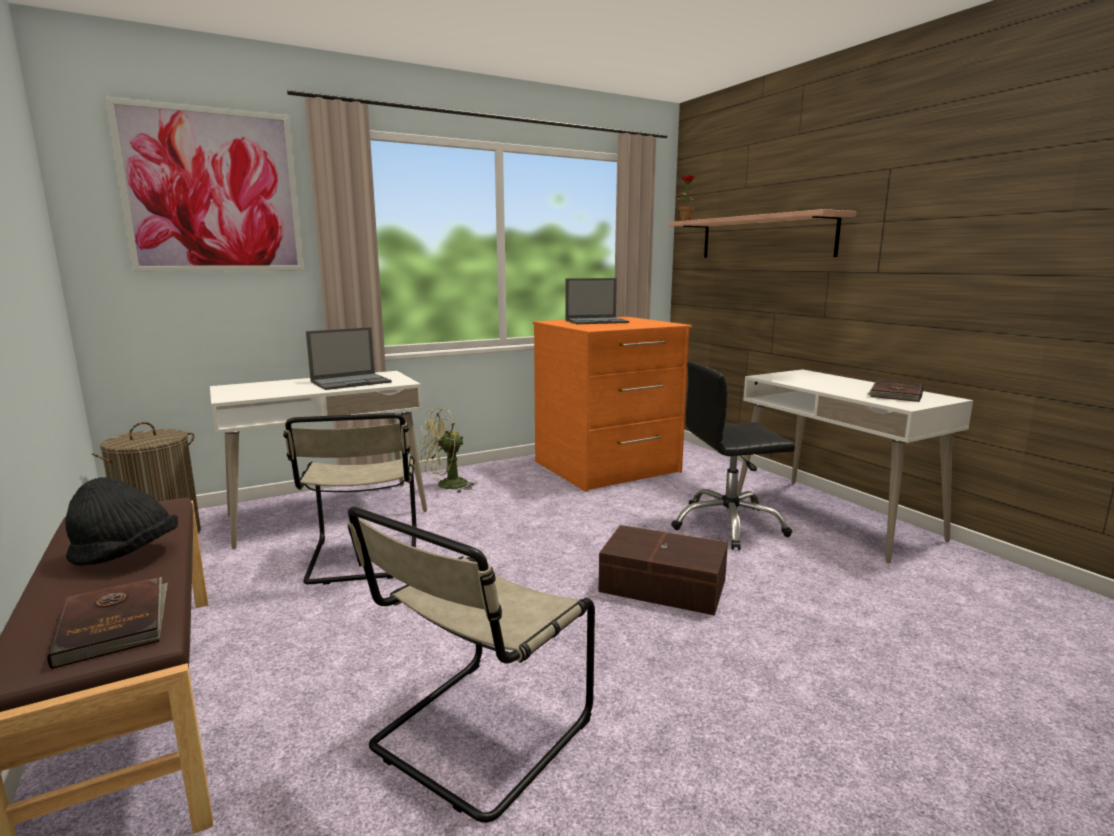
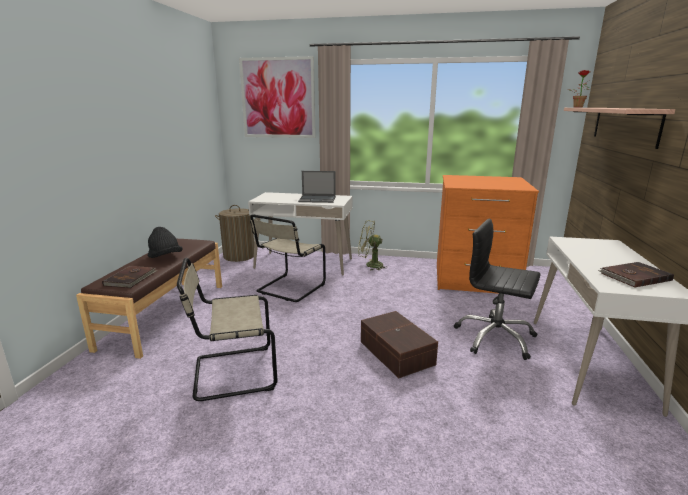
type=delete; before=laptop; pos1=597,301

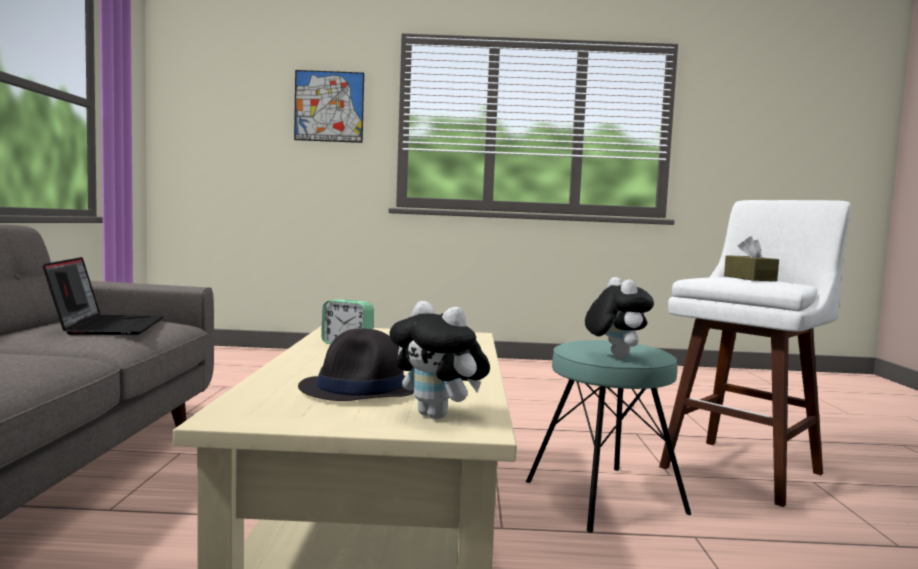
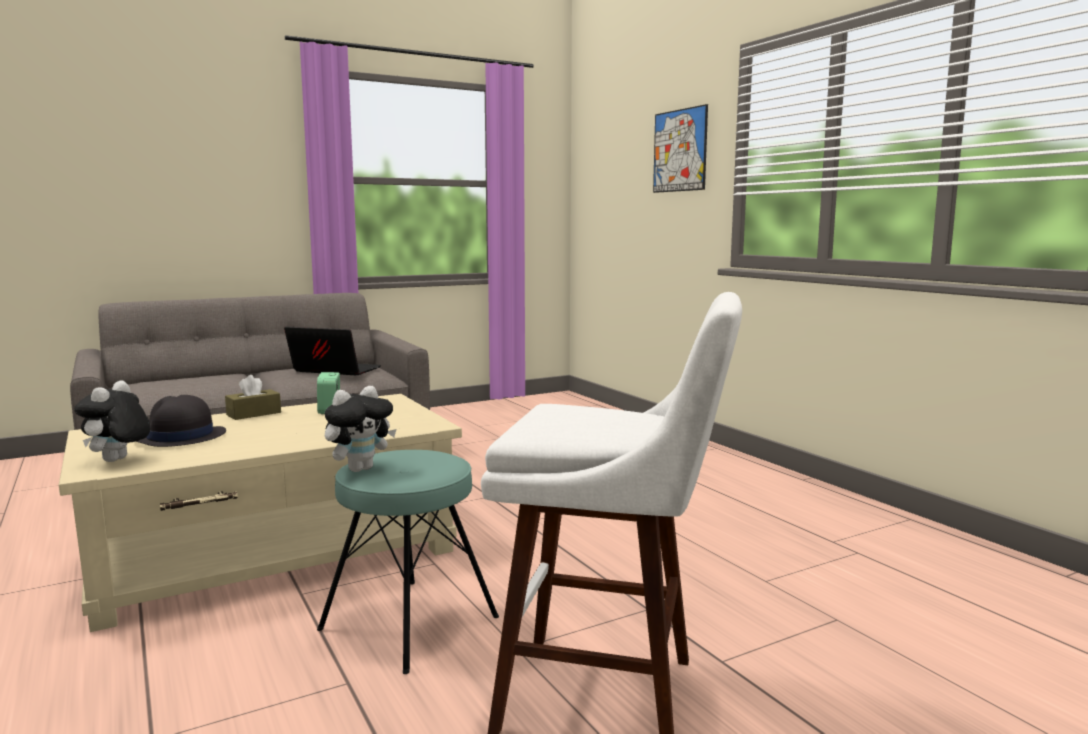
type=move; before=pudełko chusteczek [brązowy]; pos1=751,258; pos2=253,397
type=rotate; before=laptop; pos1=103,296; pos2=332,351; turn=-120

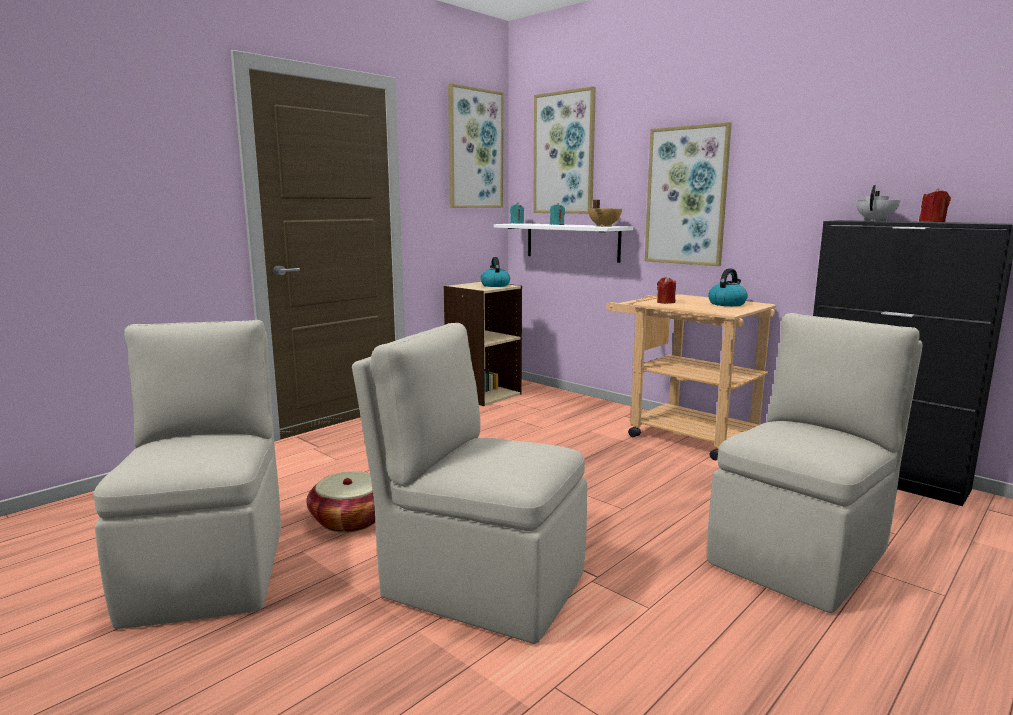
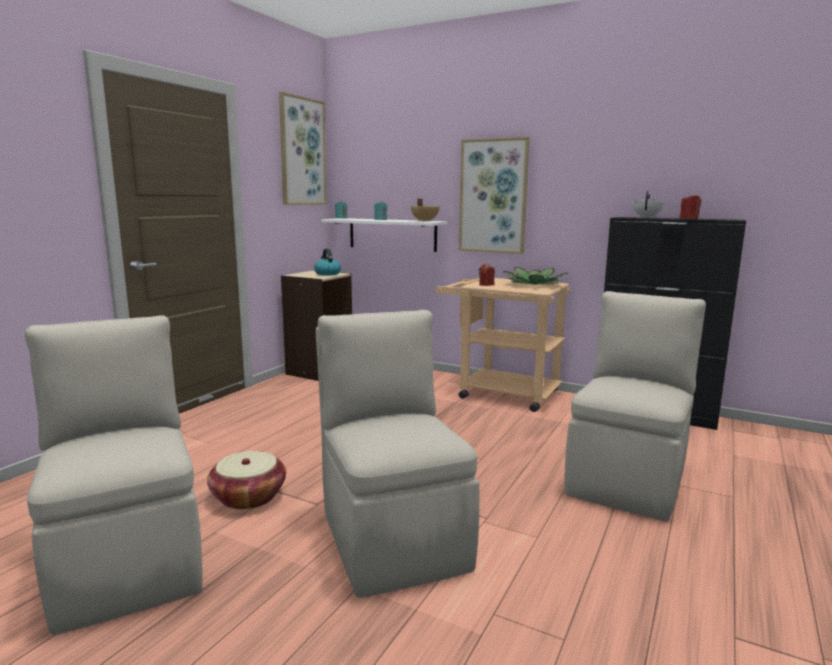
type=delete; before=obraz; pos1=564,150
type=replace; before=czajnik; after=roślina doniczkowa; pos1=728,287; pos2=536,276
type=rotate; before=krzesło [beżowy]; pos1=469,483; pos2=398,454; turn=60

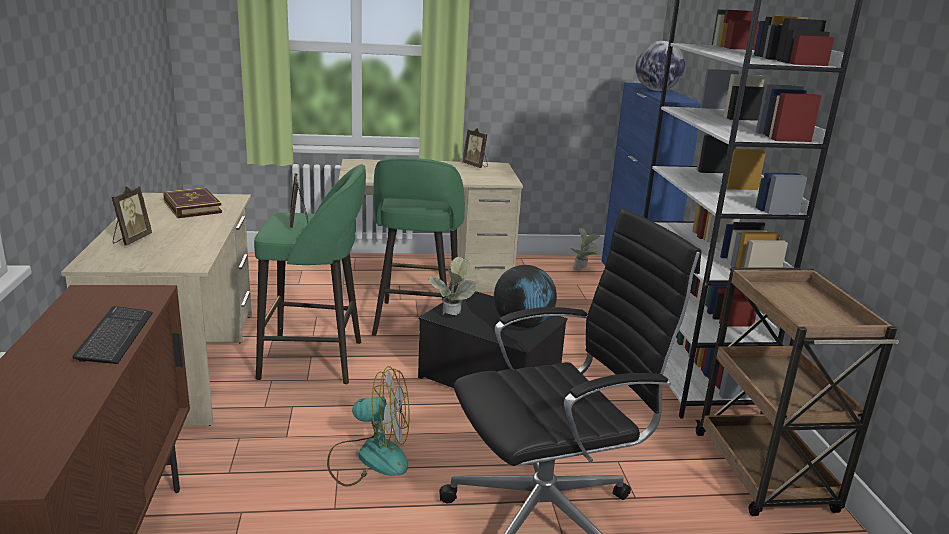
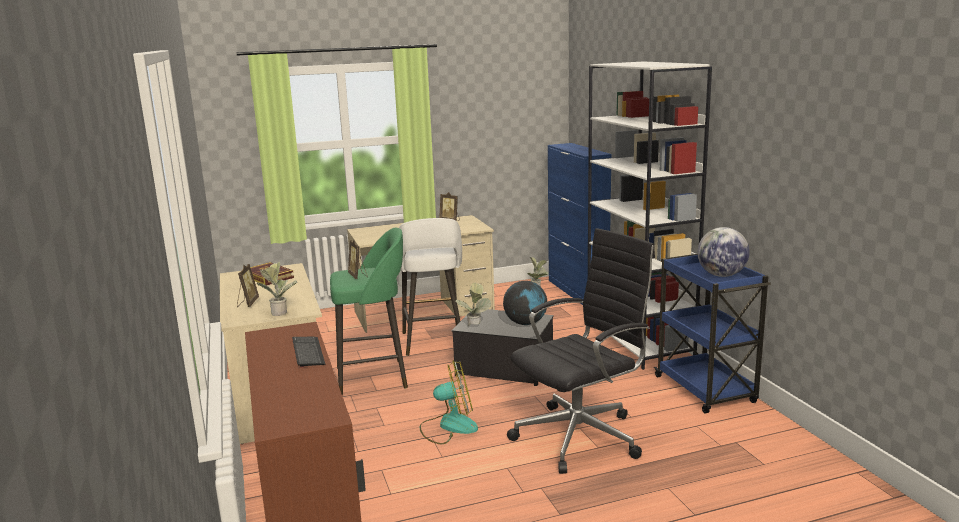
type=insert; after=roślina doniczkowa; pos2=277,289
type=move; before=globus; pos1=660,66; pos2=723,252
type=recolor; before=stołek [zielony]; after=stołek [biały]; pos1=418,247; pos2=430,287
type=recolor; before=wózek [brązowy]; after=wózek [niebieski]; pos1=797,391; pos2=712,333

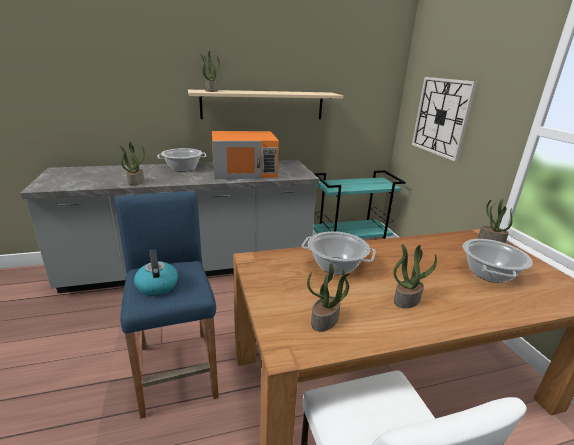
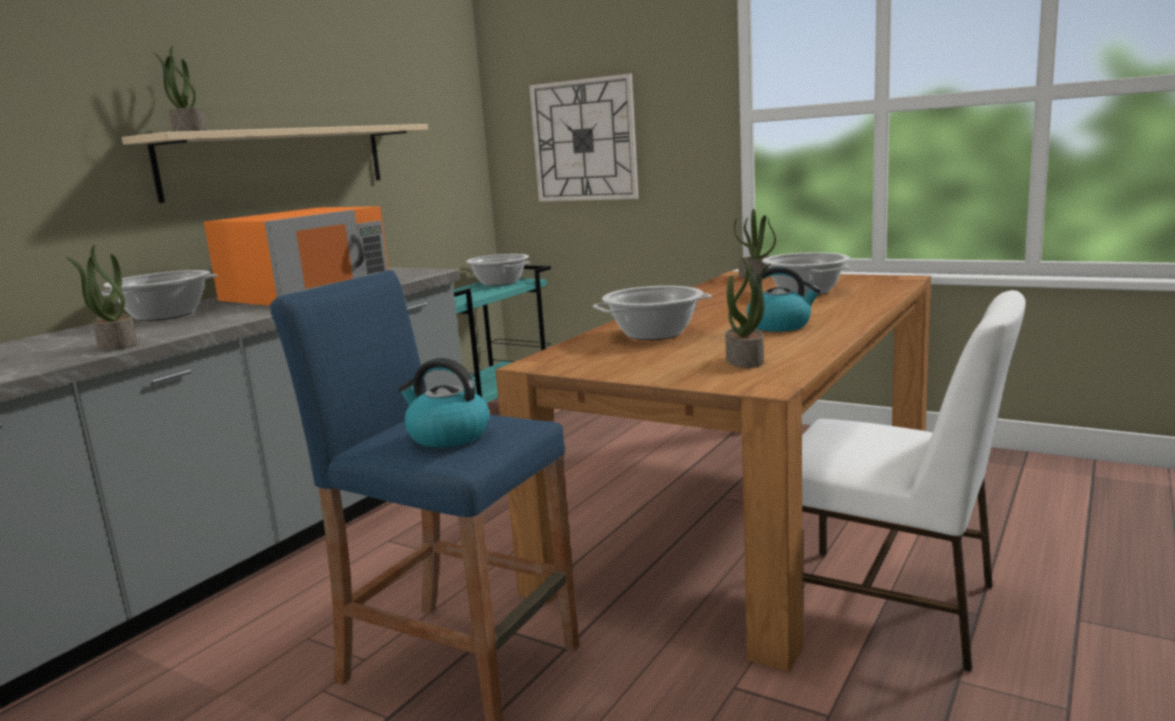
type=insert; after=garnek; pos2=498,270
type=replace; before=roślina doniczkowa; after=czajnik; pos1=415,276; pos2=783,299

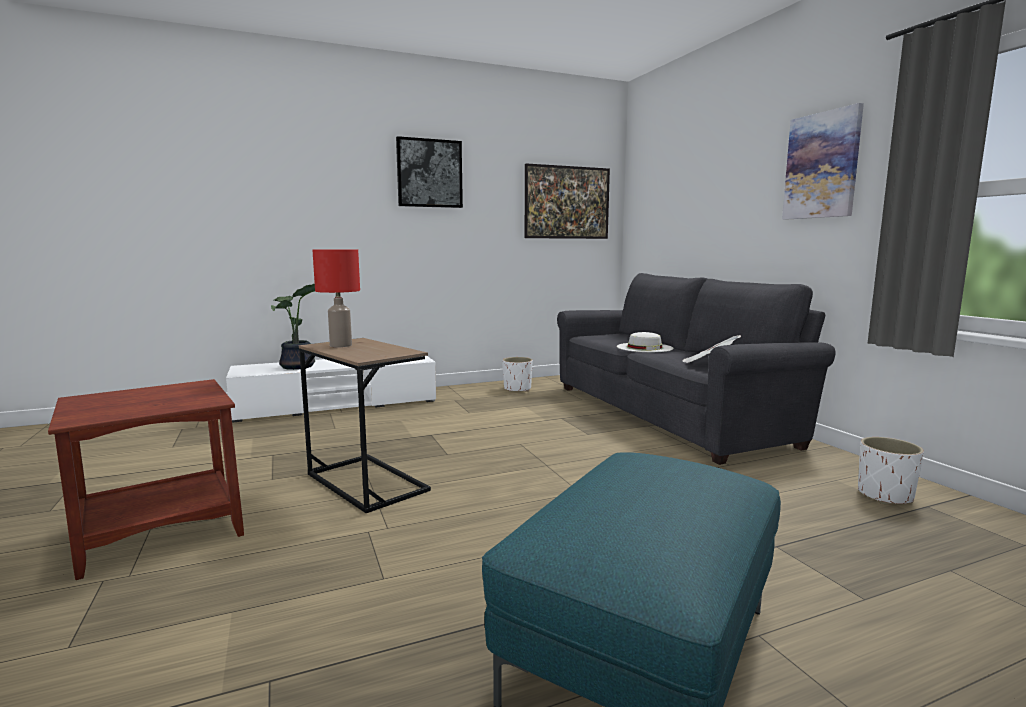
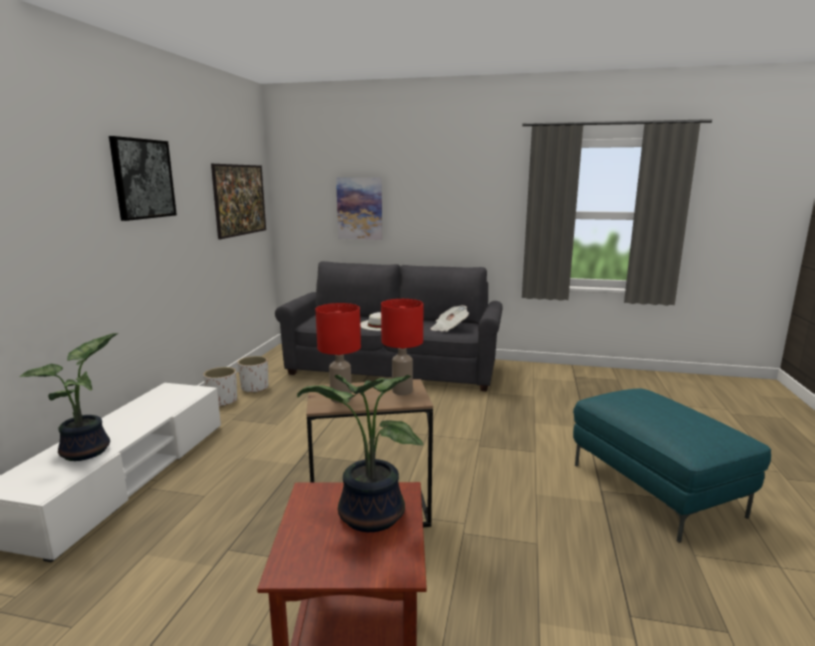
type=insert; after=roślina doniczkowa; pos2=360,453
type=insert; after=lampa stołowa [czerwony]; pos2=402,347
type=move; before=obraz; pos1=823,161; pos2=359,208
type=move; before=donica [biały]; pos1=891,470; pos2=220,387

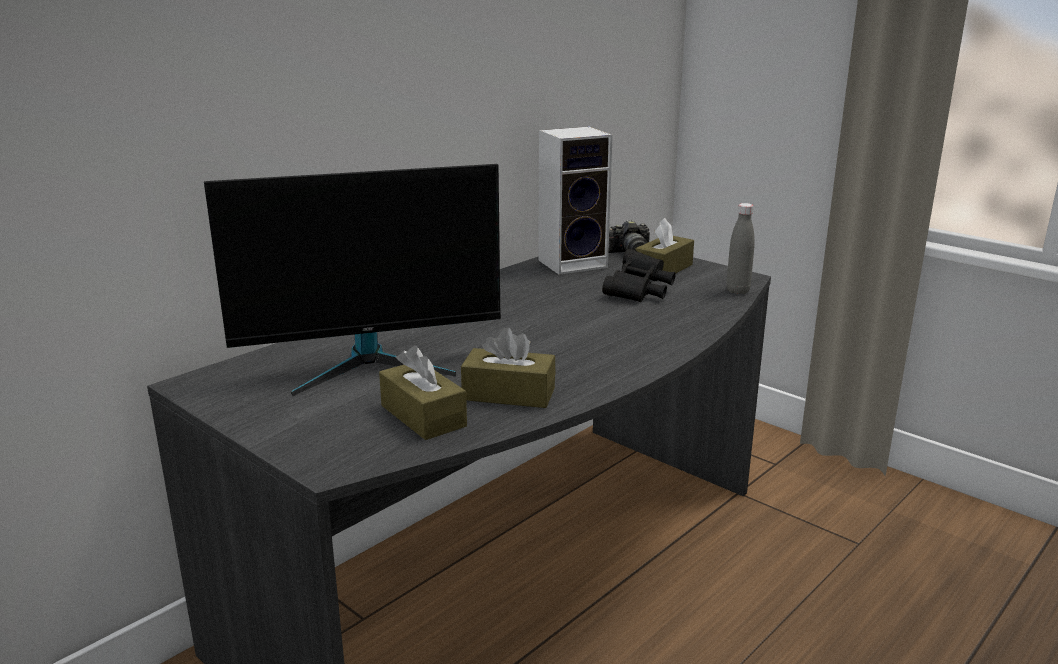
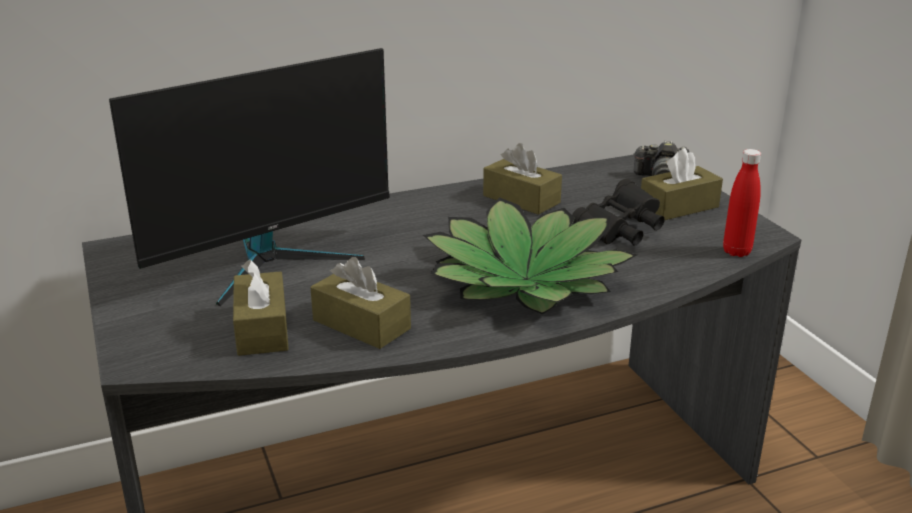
type=delete; before=głośnik; pos1=575,201
type=insert; after=roślina doniczkowa; pos2=530,255
type=insert; after=pudełko chusteczek [brązowy]; pos2=522,179
type=recolor; before=butelka [szary]; after=butelka [czerwony]; pos1=740,248; pos2=742,203
type=rotate; before=monitor; pos1=352,280; pos2=249,177; turn=-45

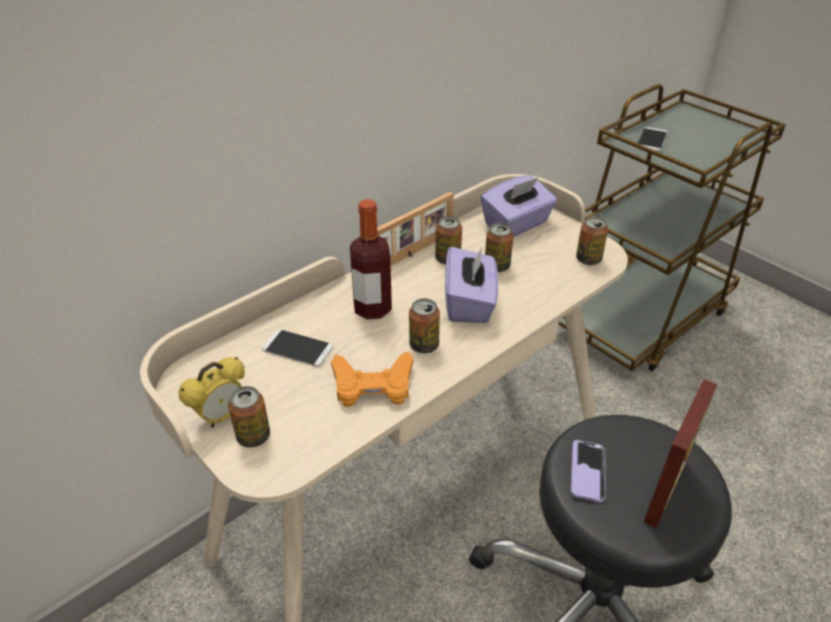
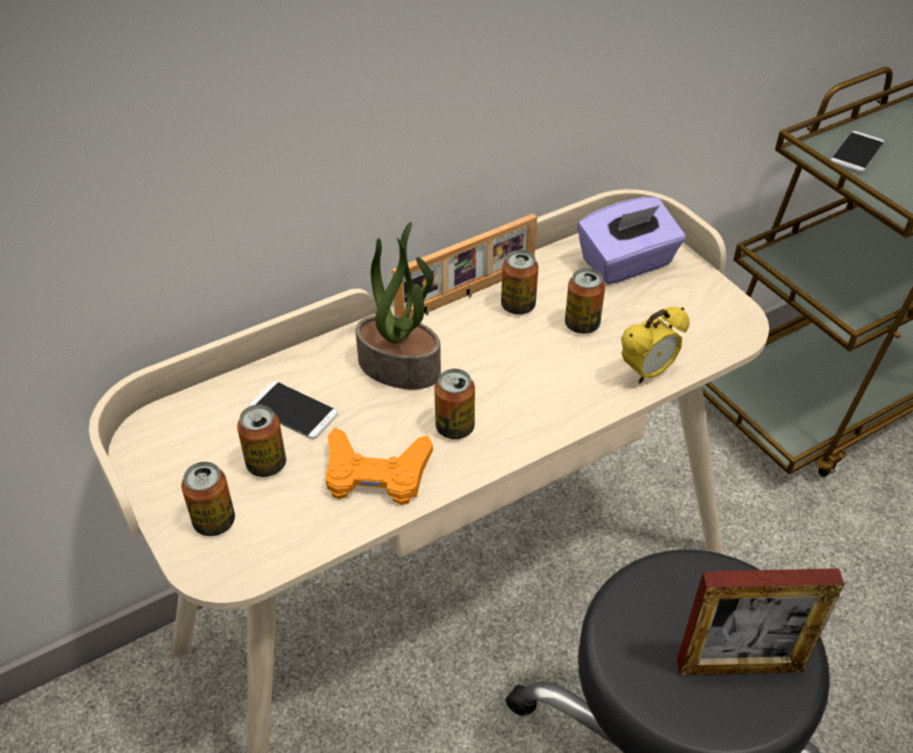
type=delete; before=pudełko chusteczek [fioletowy]; pos1=471,284
type=delete; before=telefon; pos1=588,471
type=move; before=budzik; pos1=211,392; pos2=655,345
type=move; before=puszka; pos1=592,240; pos2=261,441
type=replace; before=butelka; after=roślina doniczkowa; pos1=371,259; pos2=398,305
type=rotate; before=ramka na zdjęcie; pos1=680,453; pos2=760,621; turn=45

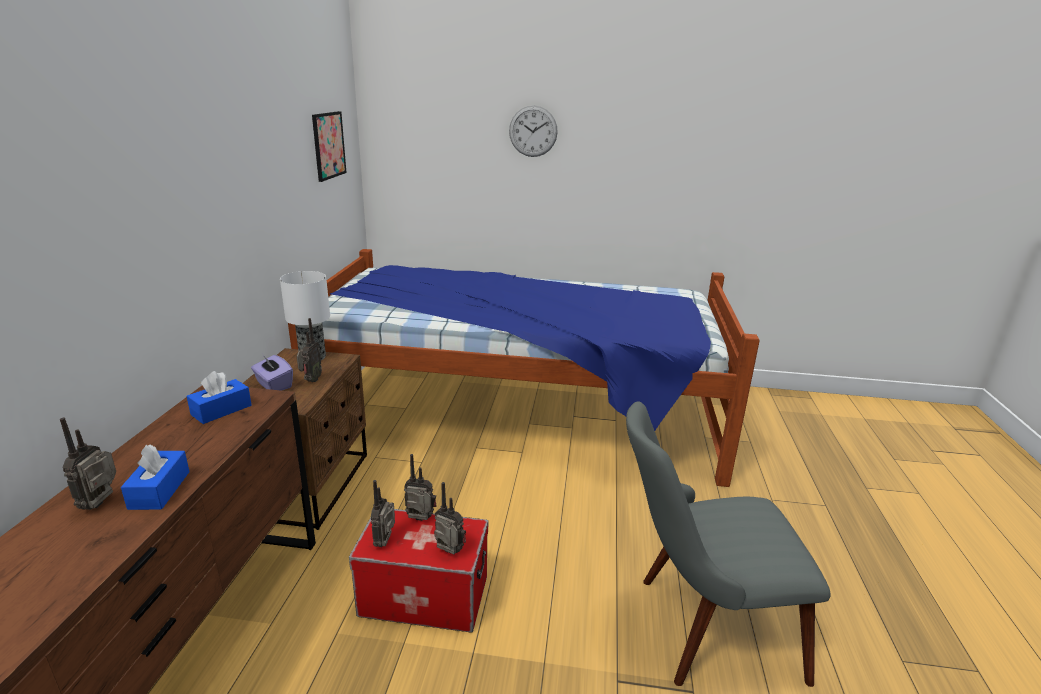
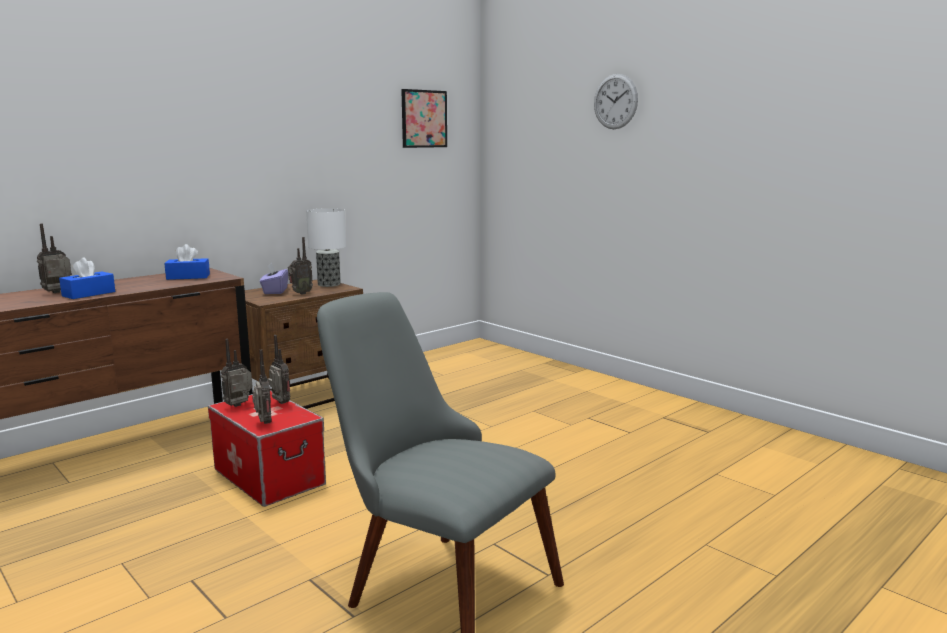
type=delete; before=łóżko; pos1=524,368

